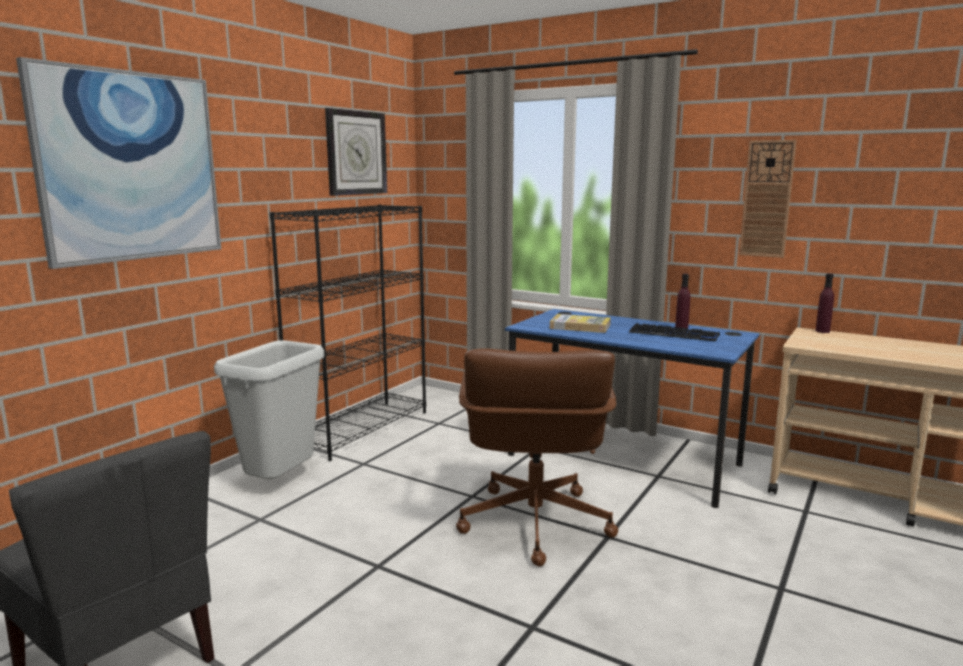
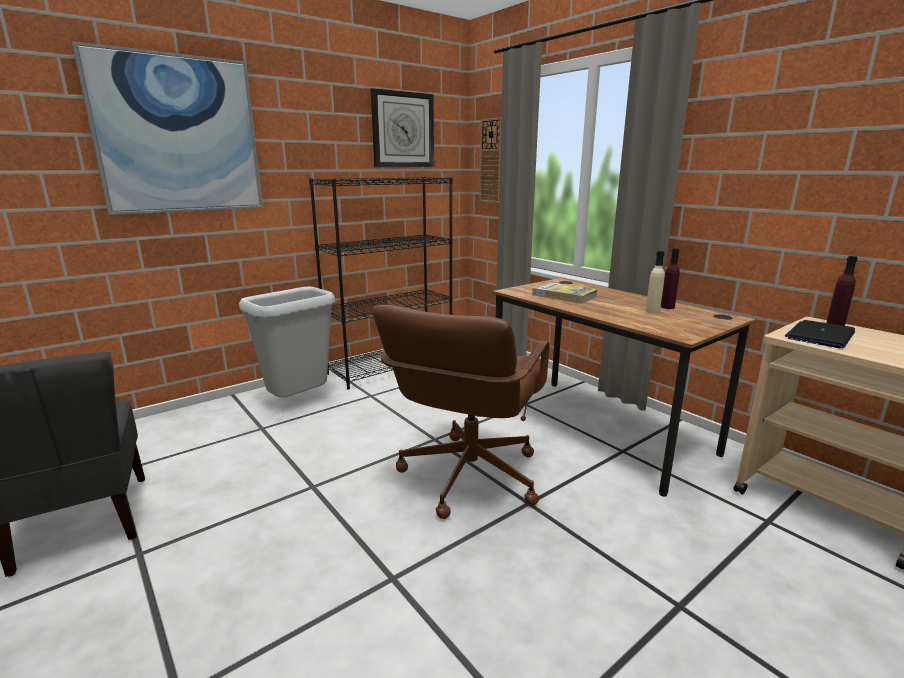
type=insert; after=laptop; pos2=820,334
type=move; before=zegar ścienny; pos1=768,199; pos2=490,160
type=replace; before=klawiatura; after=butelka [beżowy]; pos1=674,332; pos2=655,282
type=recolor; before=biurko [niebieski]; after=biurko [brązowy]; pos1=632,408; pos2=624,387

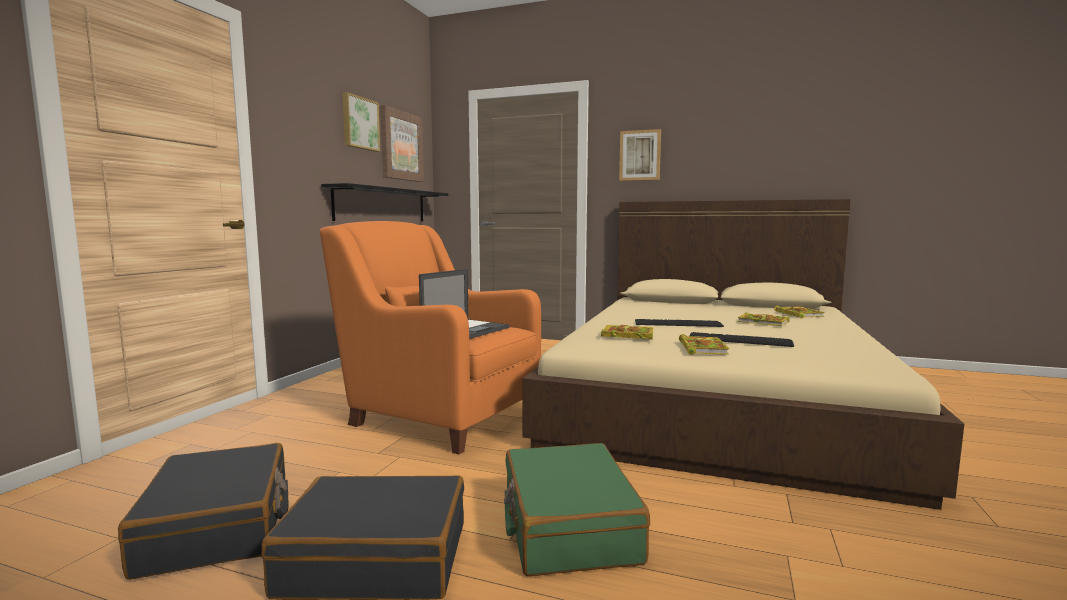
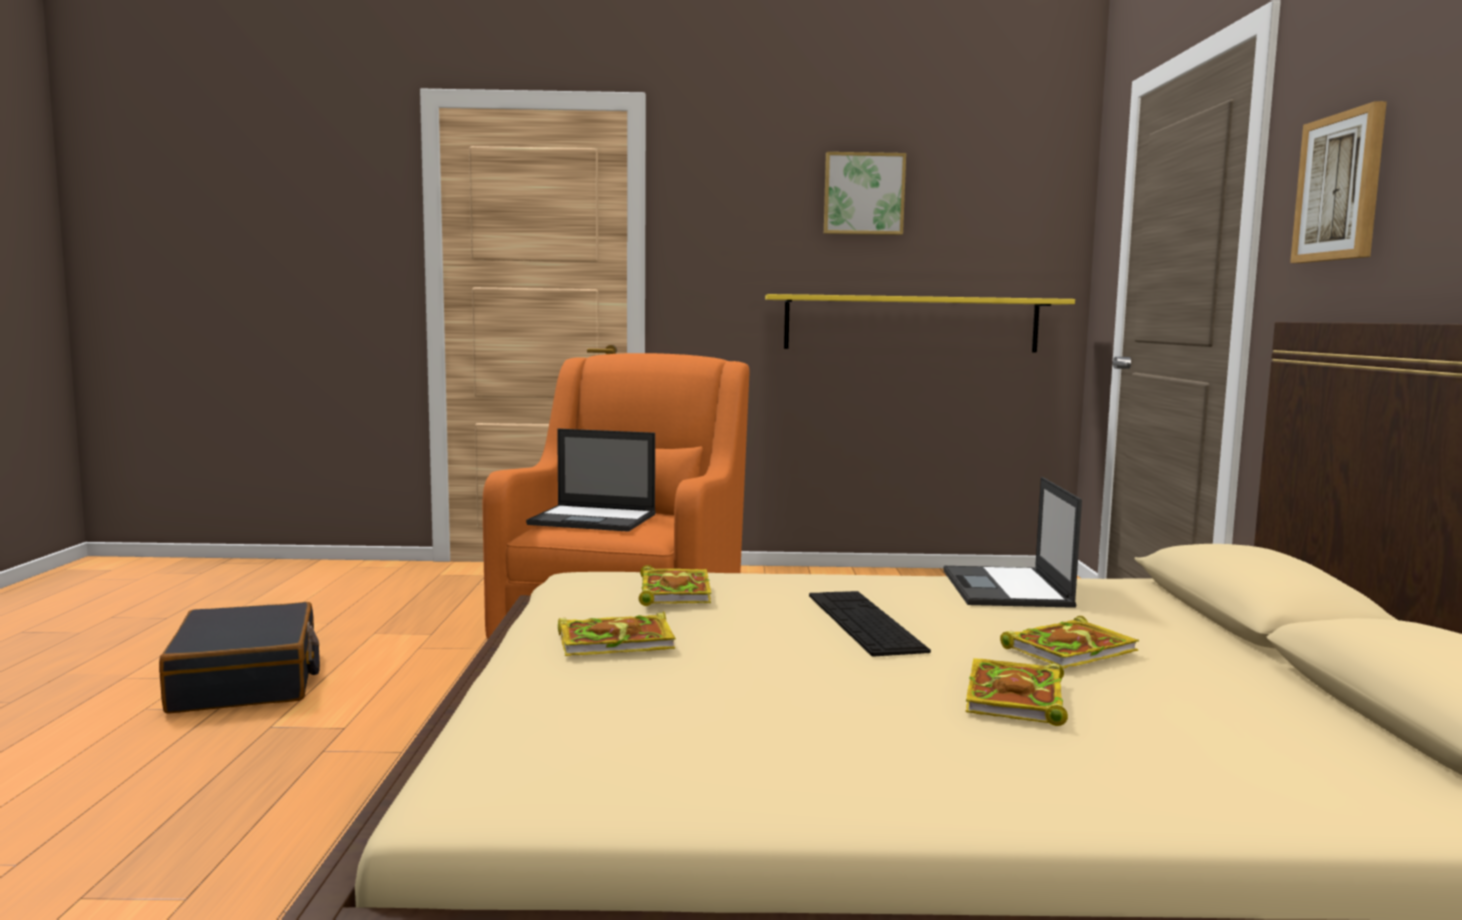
type=delete; before=walizka [czarny]; pos1=203,511
type=delete; before=obraz; pos1=402,143
type=delete; before=walizka [zielony]; pos1=577,509
type=delete; before=klawiatura; pos1=741,339
type=insert; after=laptop; pos2=1013,542
type=move; before=książka; pos1=799,312; pos2=1069,642
type=recolor; before=półka [czarny]; after=półka [żółty]; pos1=384,202; pos2=920,323

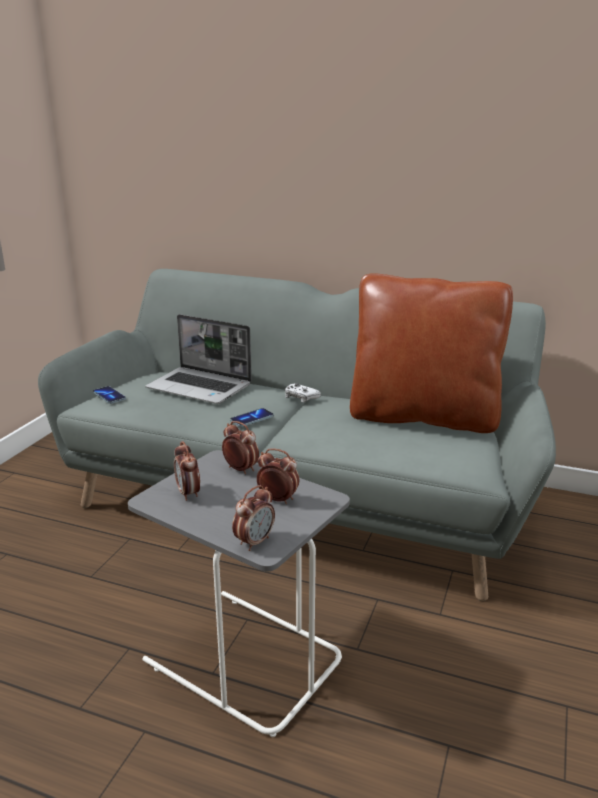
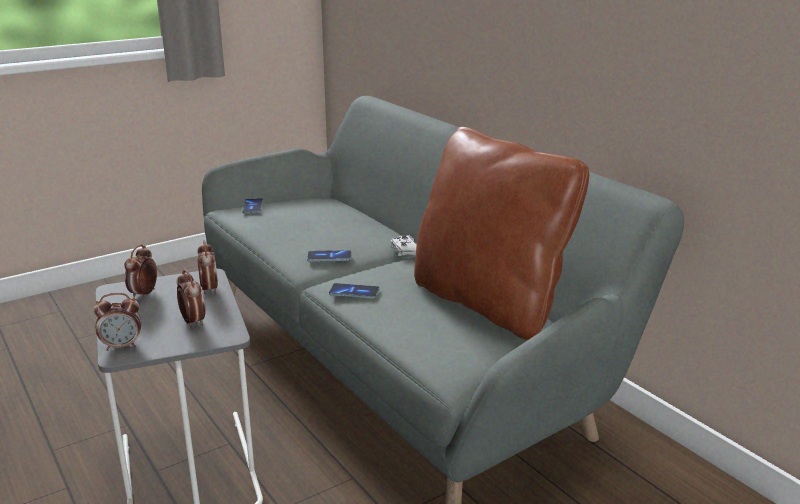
type=delete; before=laptop; pos1=198,359
type=insert; after=telefon; pos2=354,291

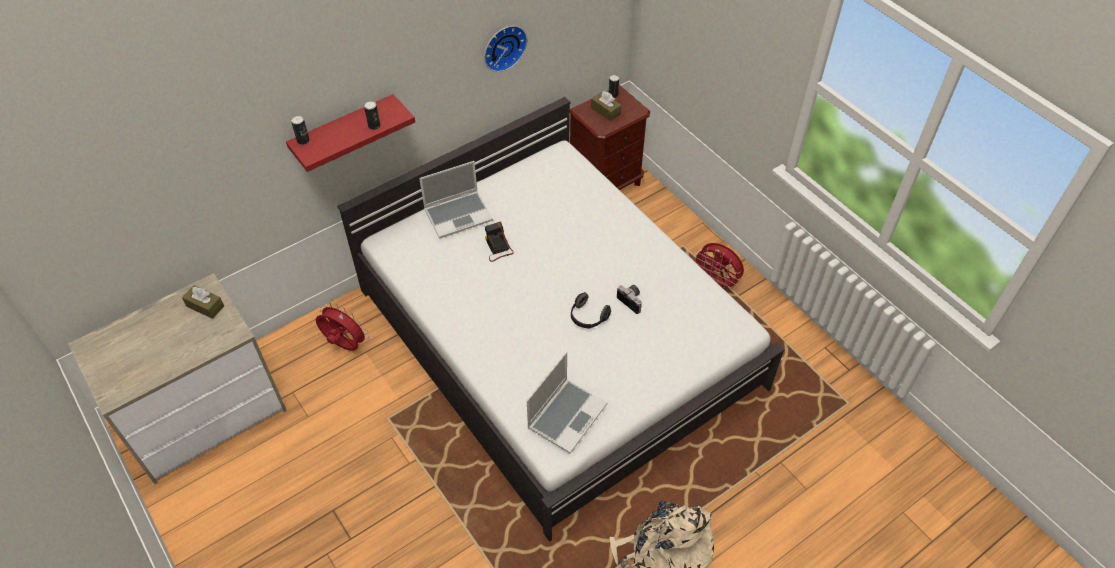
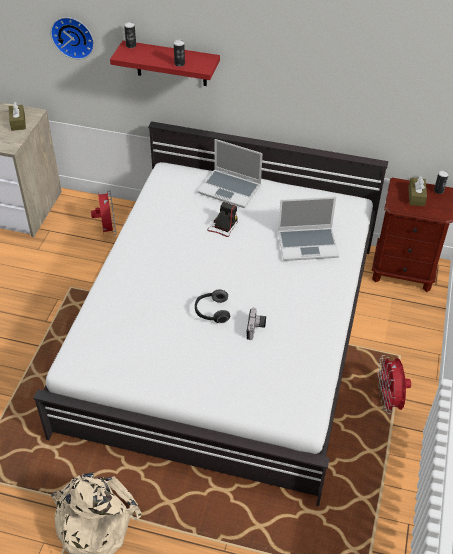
type=move; before=zegar ścienny; pos1=505,49; pos2=72,38
type=move; before=laptop; pos1=567,402; pos2=308,229

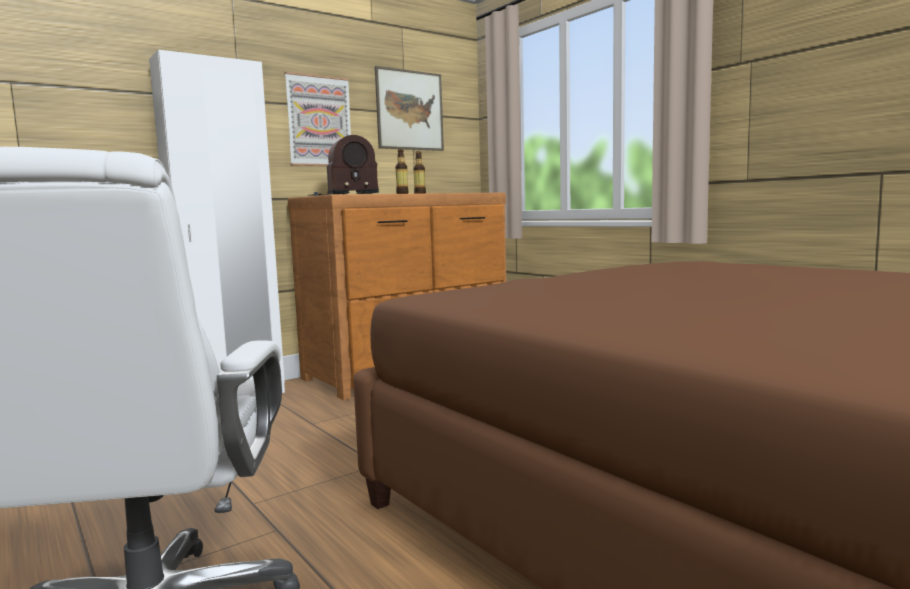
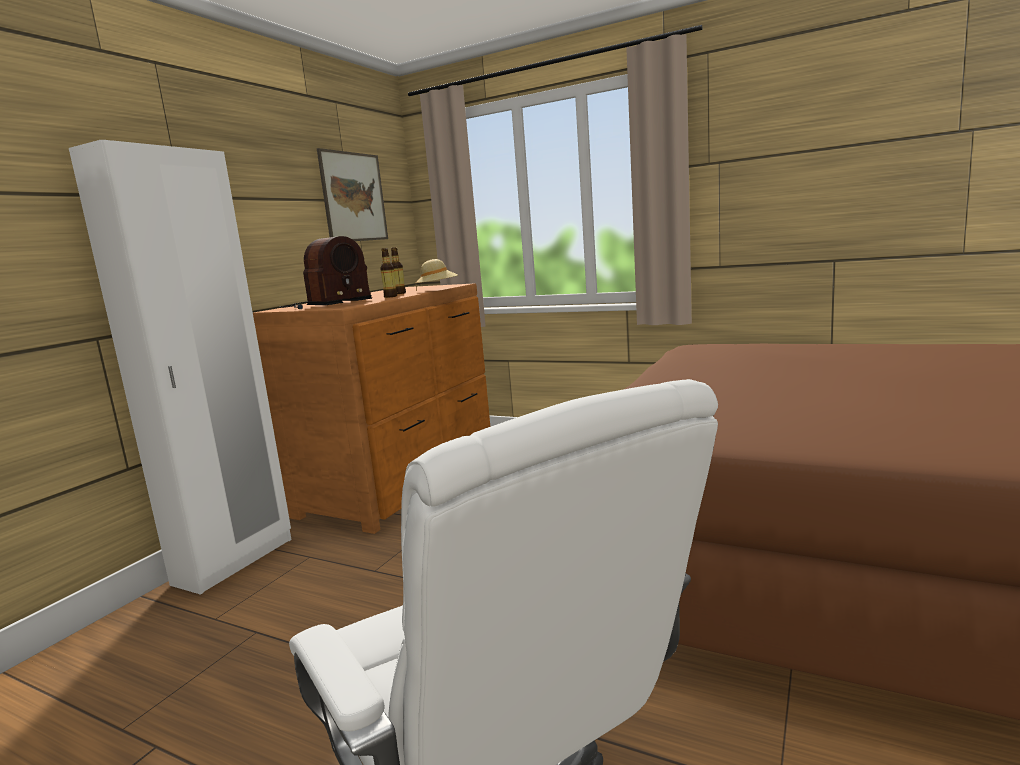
type=delete; before=obraz; pos1=317,119
type=insert; after=kapelusz [beżowy]; pos2=437,275

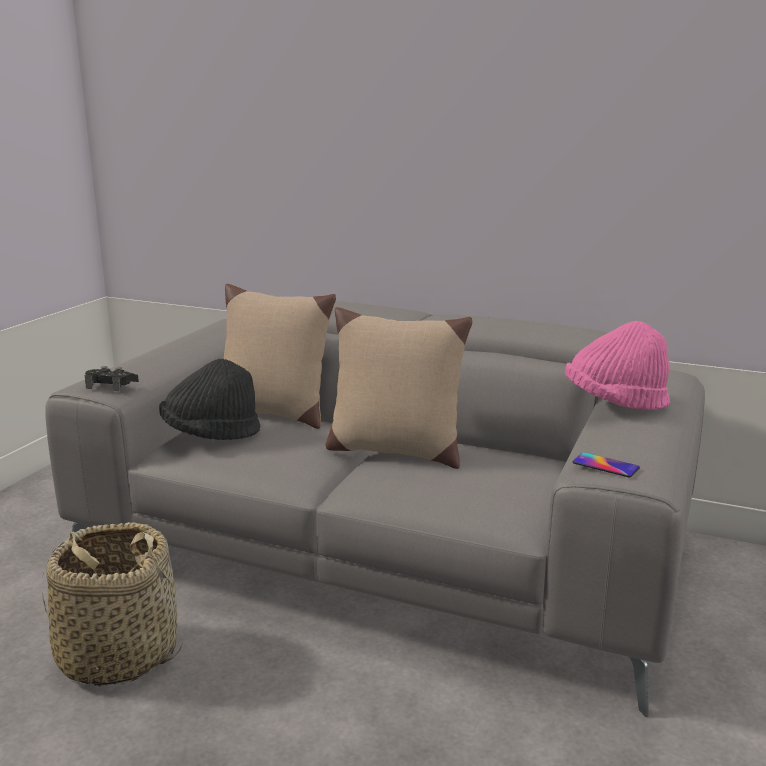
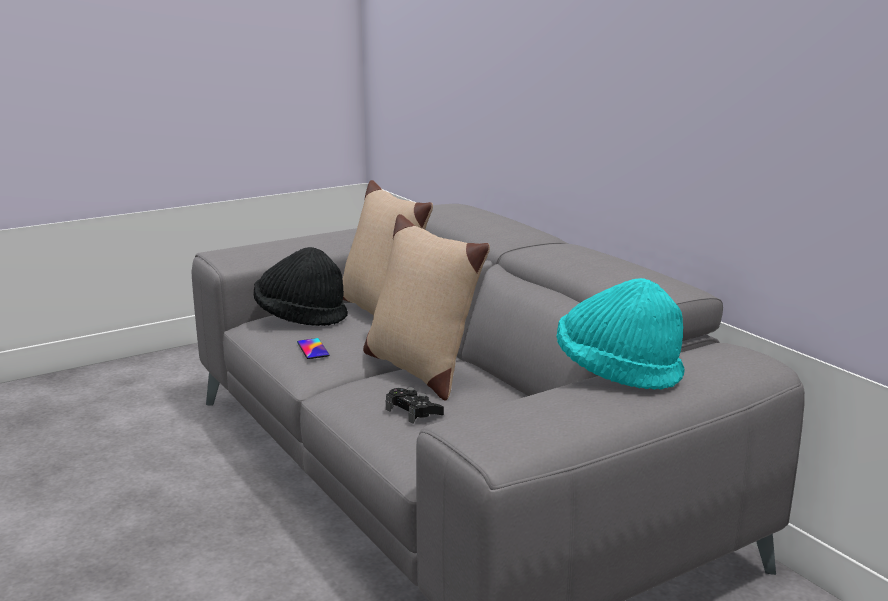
type=delete; before=koszyk; pos1=112,604
type=move; before=pad do gier [czarny]; pos1=111,378; pos2=415,405
type=move; before=telefon; pos1=606,465; pos2=313,348
type=recolor; before=kapelusz [różowy]; after=kapelusz [turkusowy]; pos1=617,365; pos2=621,334

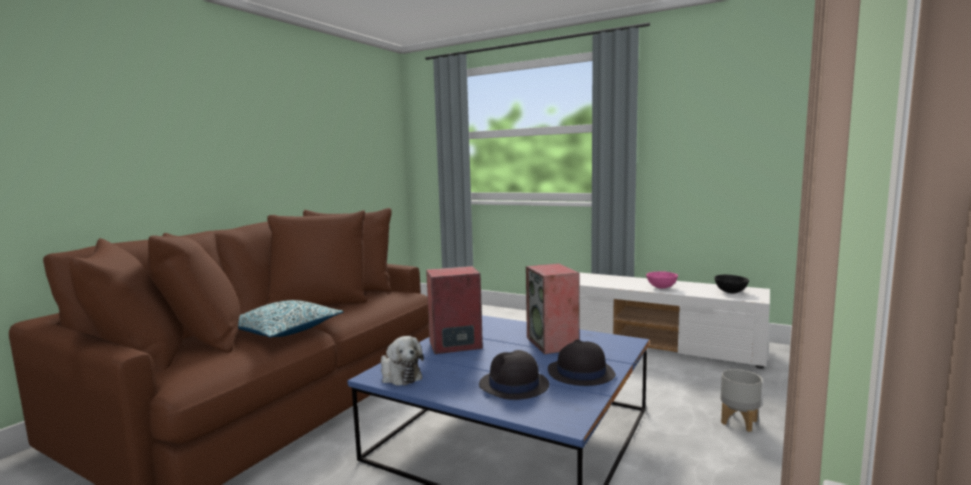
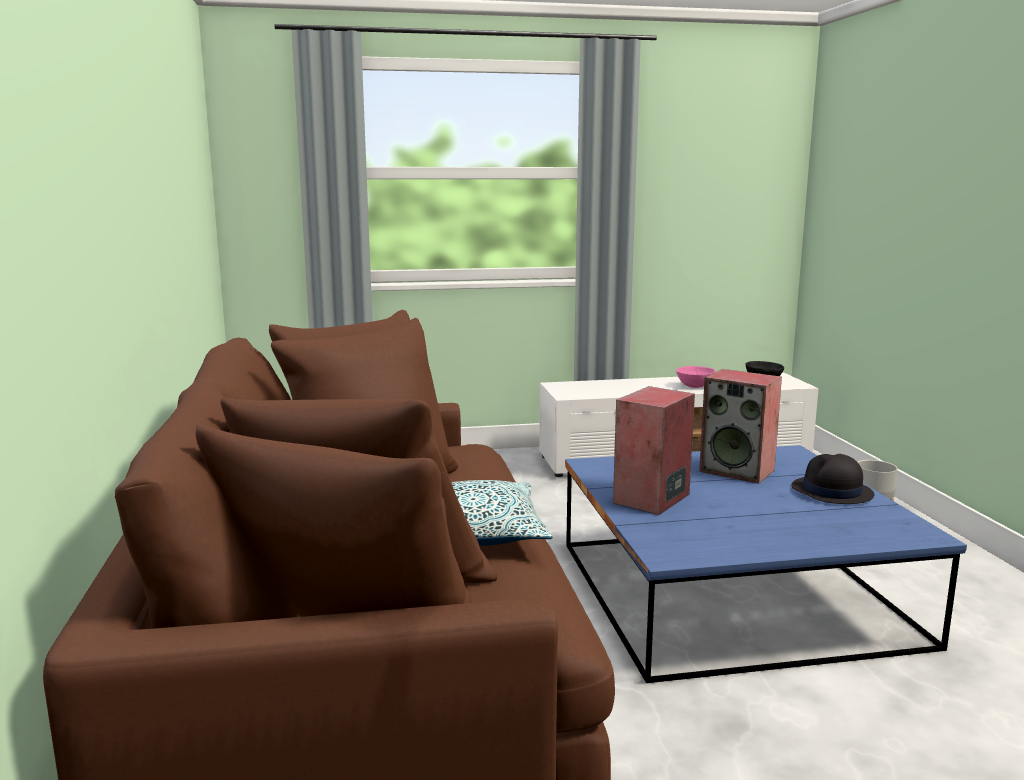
type=delete; before=pluszak; pos1=402,361
type=delete; before=kapelusz [czarny]; pos1=514,375

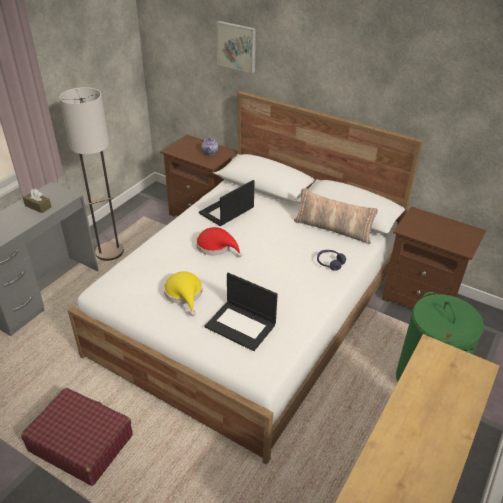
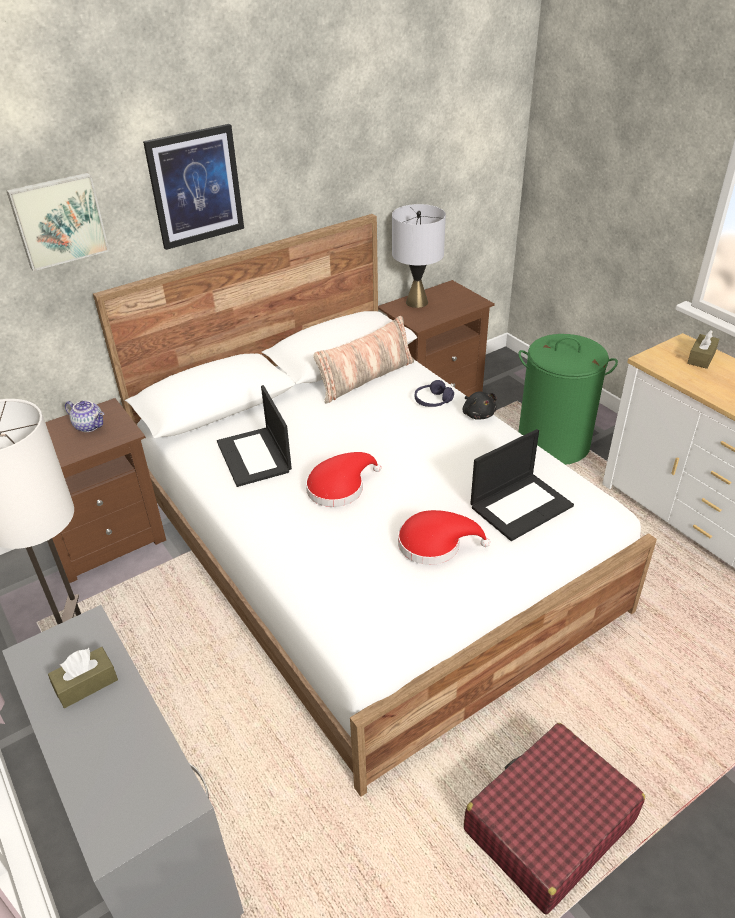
type=insert; after=obraz; pos2=193,187
type=insert; after=lampa stołowa [szary]; pos2=419,256
type=insert; after=pluszak [czarny]; pos2=480,405
type=insert; after=pudełko chusteczek [brązowy]; pos2=703,349
type=recolor; before=kapelusz [żółty]; after=kapelusz [czerwony]; pos1=183,293; pos2=444,537

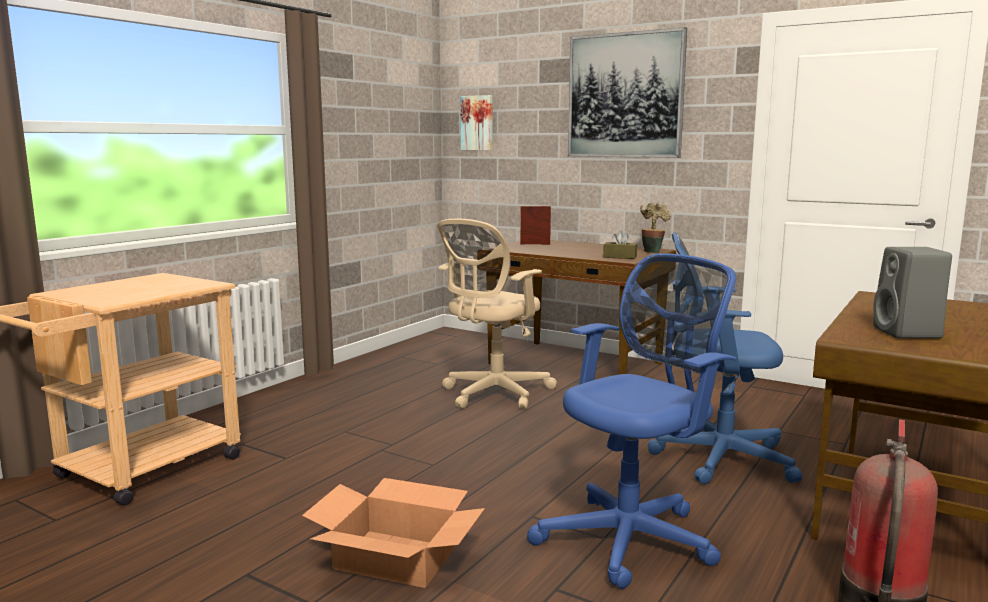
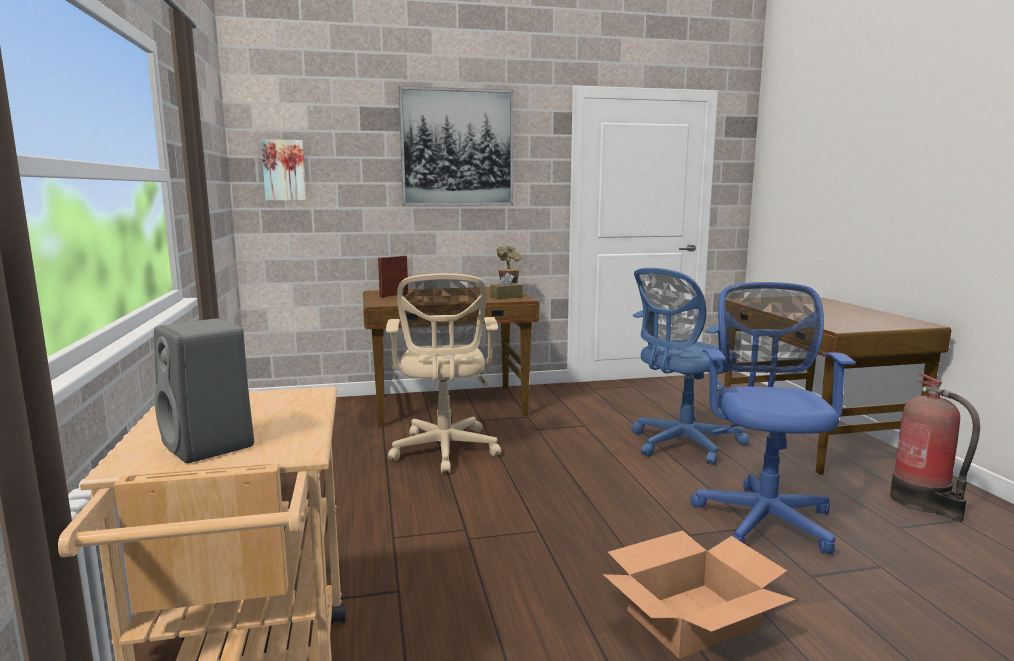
type=move; before=głośnik [szary]; pos1=912,293; pos2=204,390

